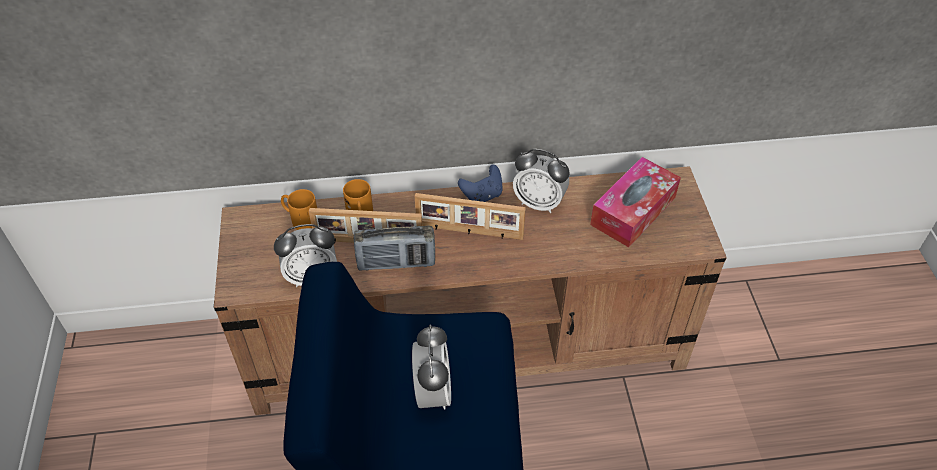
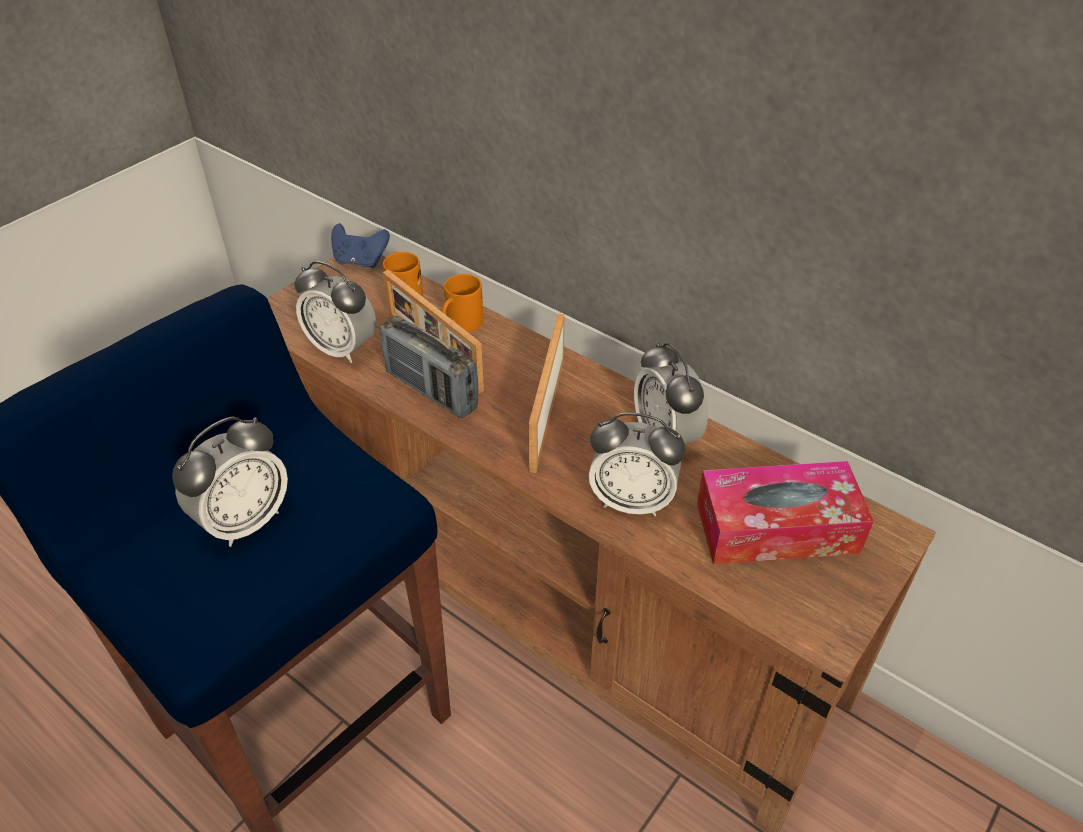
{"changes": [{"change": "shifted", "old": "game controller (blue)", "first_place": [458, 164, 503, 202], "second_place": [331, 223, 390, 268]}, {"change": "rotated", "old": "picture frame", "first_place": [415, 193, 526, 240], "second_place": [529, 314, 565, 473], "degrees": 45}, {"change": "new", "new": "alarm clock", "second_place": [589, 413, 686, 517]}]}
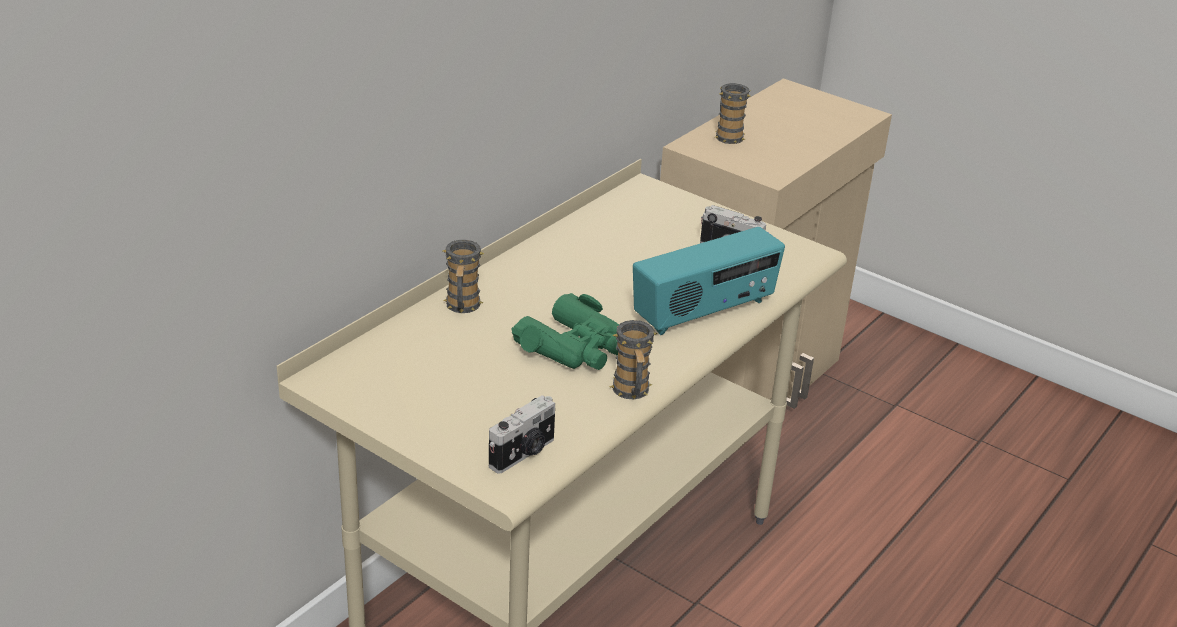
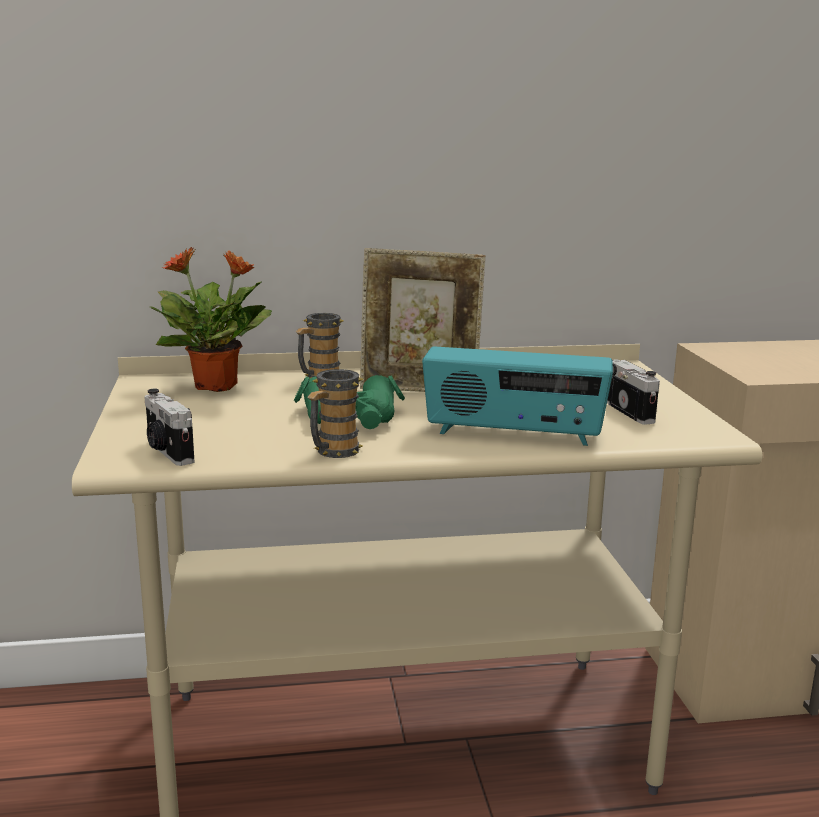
{"changes": [{"change": "gone", "old": "mug", "first_place": [715, 83, 751, 144]}, {"change": "rotated", "old": "photo camera", "first_place": [489, 395, 555, 474], "second_place": [144, 389, 194, 466], "degrees": 60}, {"change": "new", "new": "potted plant", "second_place": [149, 247, 272, 392]}, {"change": "new", "new": "picture frame", "second_place": [360, 248, 486, 392]}]}
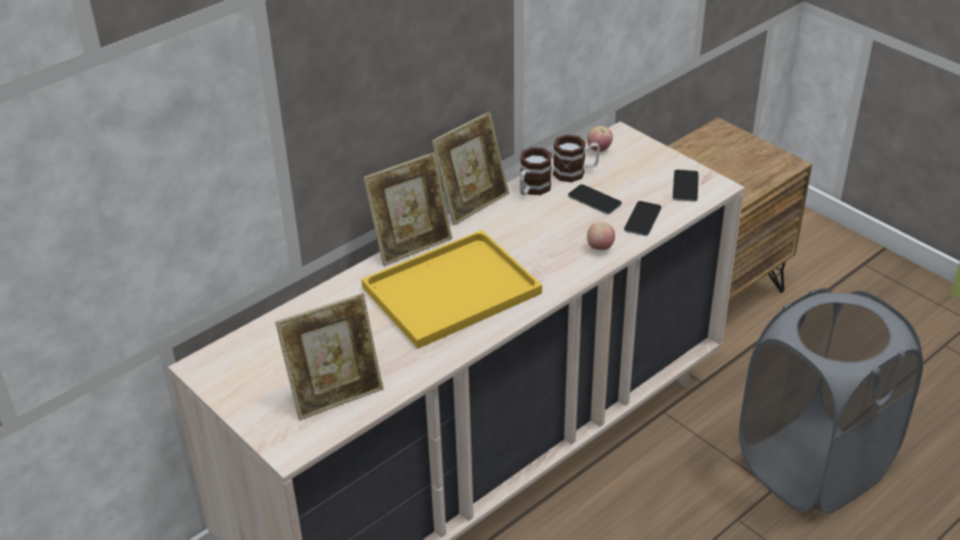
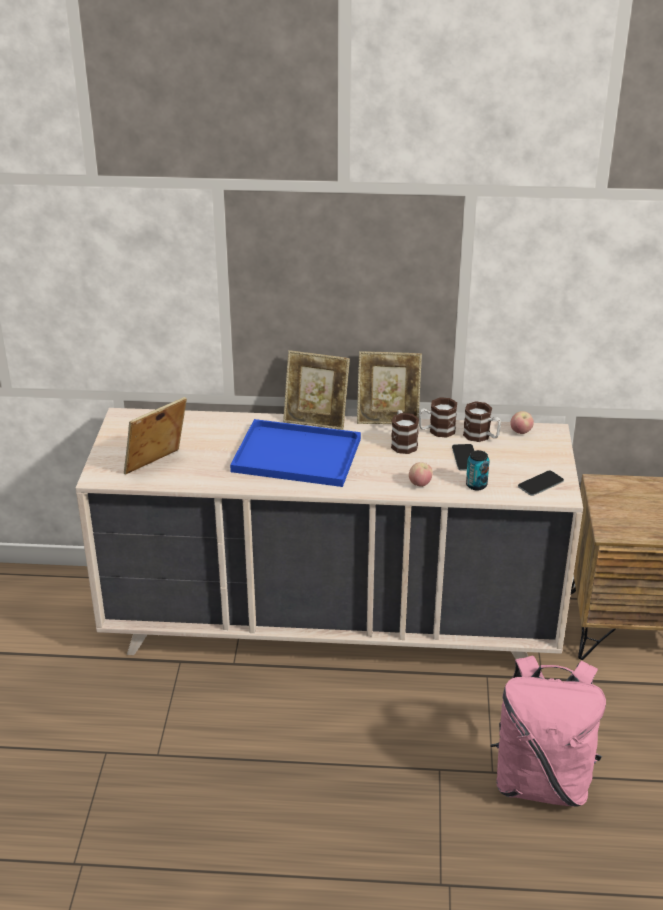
{"changes": [{"change": "swapped", "old": "phone", "new": "can", "first_place": [624, 201, 661, 236], "second_place": [466, 450, 490, 490]}, {"change": "repainted", "old": "tray (yellow)", "new": "tray (blue)", "first_place": [361, 230, 542, 349], "second_place": [230, 419, 361, 487]}, {"change": "swapped", "old": "laundry basket (grey)", "new": "backpack (pink)", "first_place": [739, 288, 923, 514], "second_place": [490, 655, 606, 807]}, {"change": "rotated", "old": "picture frame", "first_place": [275, 293, 384, 420], "second_place": [124, 397, 187, 475], "degrees": 120}, {"change": "new", "new": "mug", "second_place": [391, 410, 419, 454]}]}
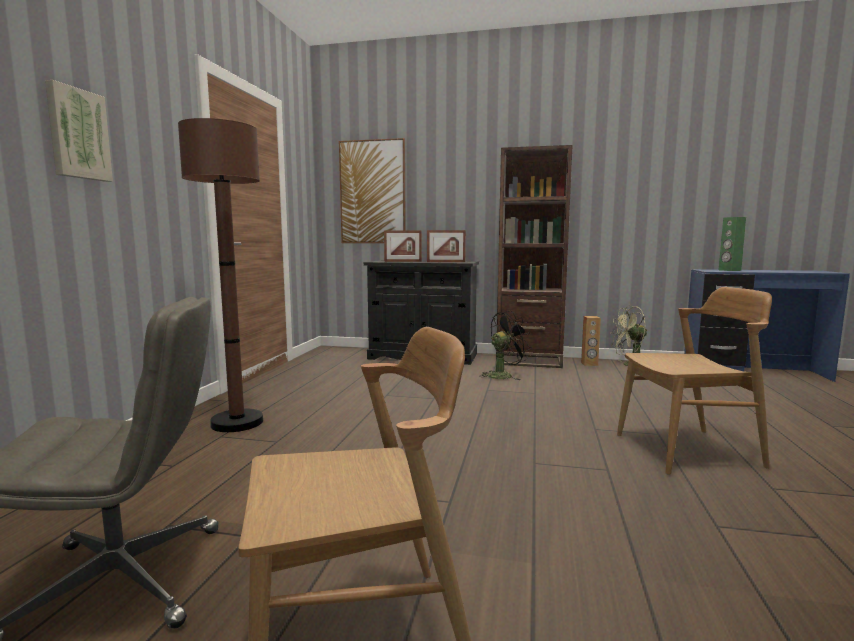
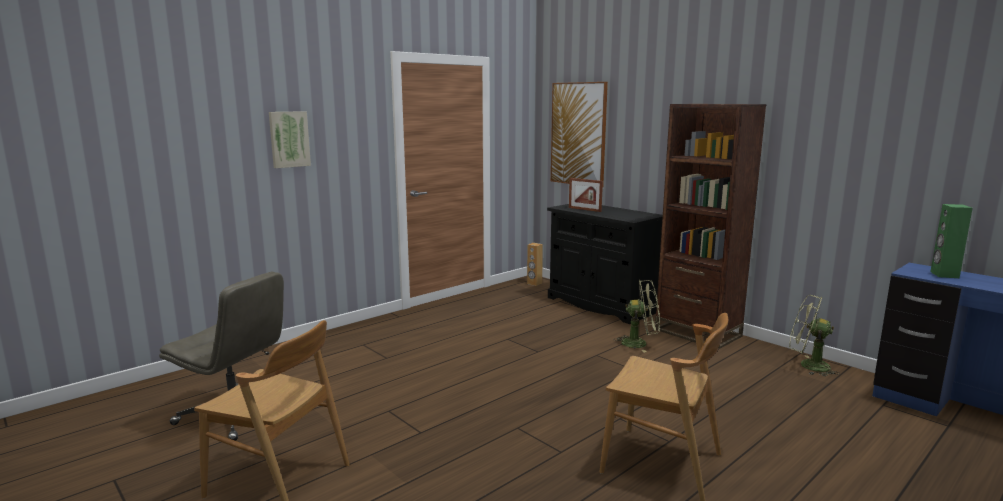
{"changes": [{"change": "gone", "old": "floor lamp (brown)", "first_place": [178, 118, 263, 432]}, {"change": "gone", "old": "picture frame", "first_place": [427, 230, 466, 262]}, {"change": "repainted", "old": "fan (black)", "new": "fan (green)", "first_place": [479, 311, 532, 380], "second_place": [614, 280, 660, 353]}, {"change": "shifted", "old": "speaker (brown)", "first_place": [581, 316, 601, 366], "second_place": [527, 243, 543, 286]}]}
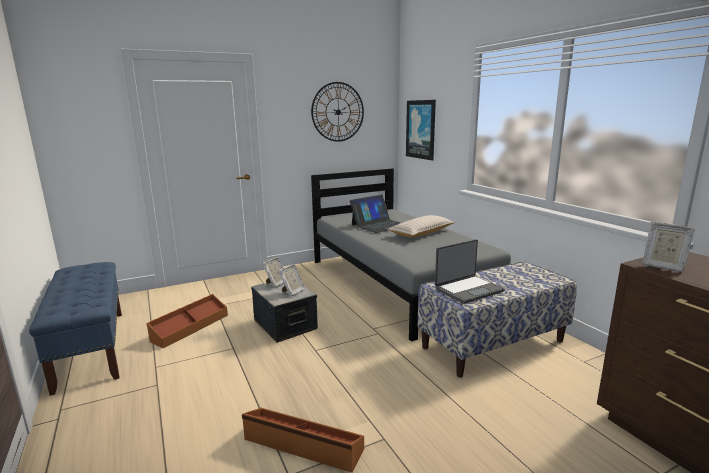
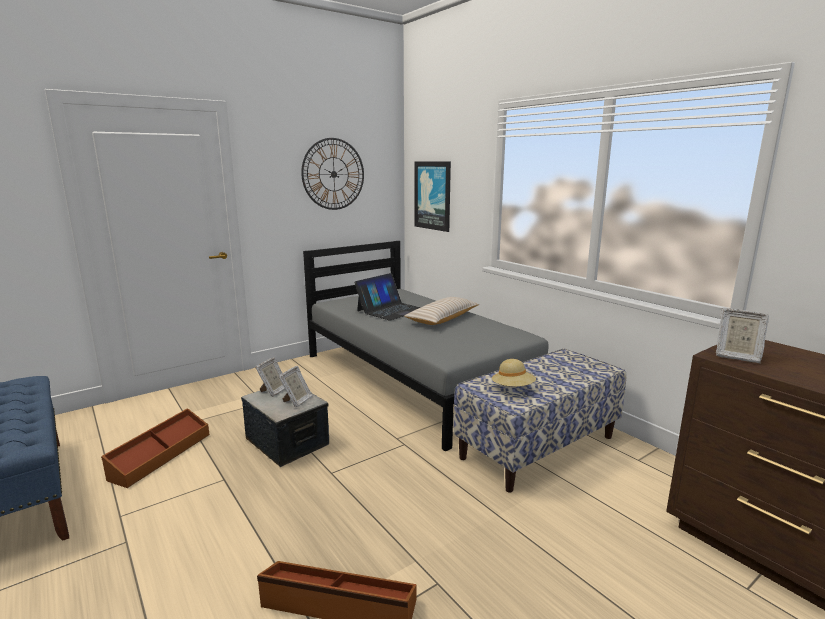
{"changes": [{"change": "swapped", "old": "laptop", "new": "hat (beige)", "first_place": [435, 239, 505, 304], "second_place": [492, 359, 536, 387]}]}
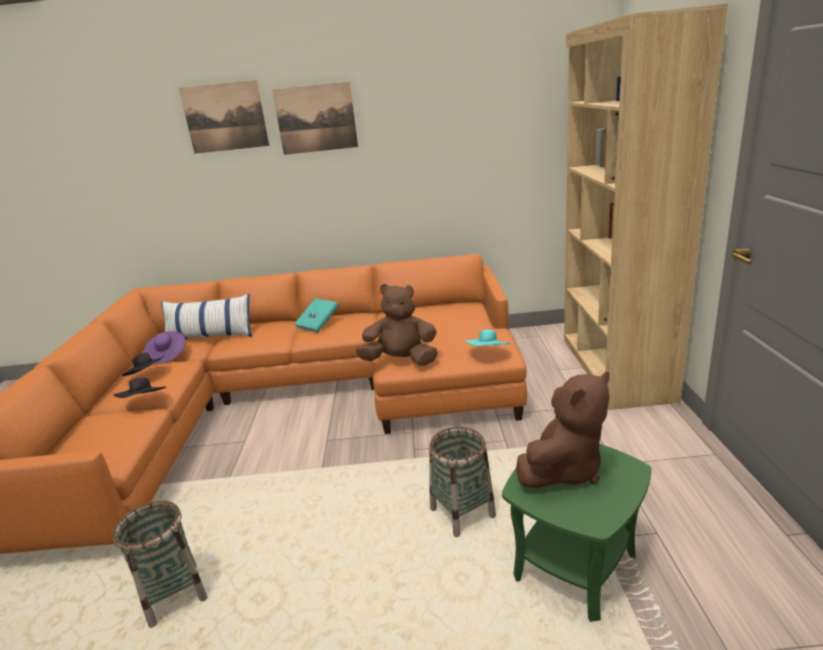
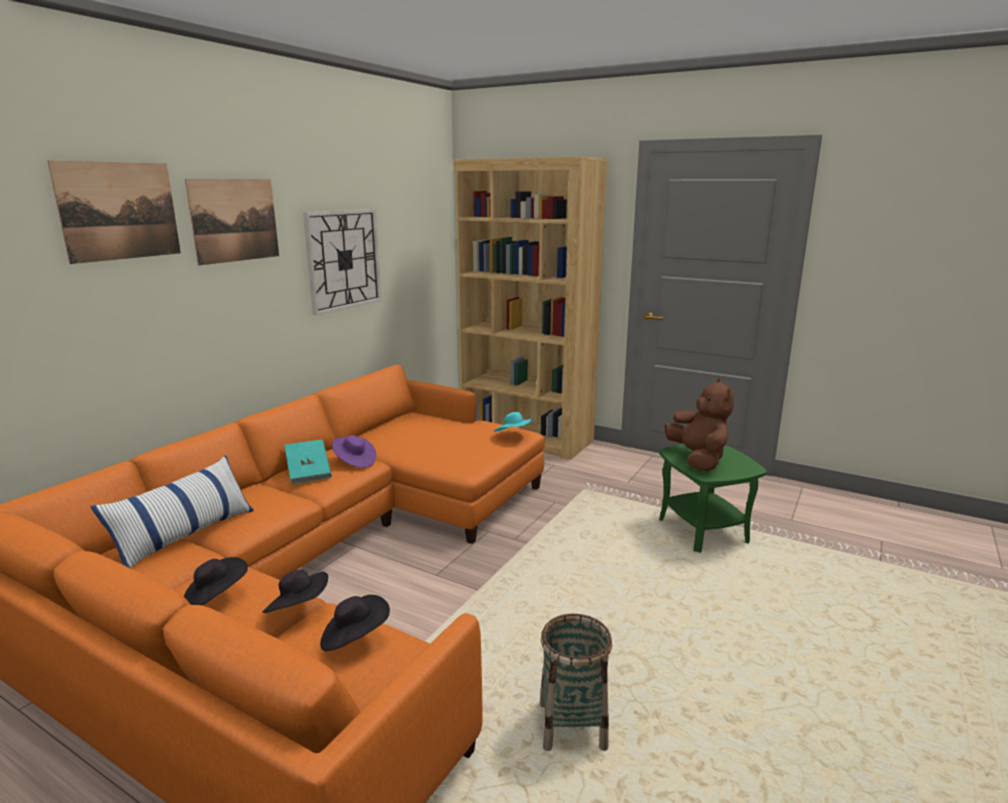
{"changes": [{"change": "gone", "old": "plush toy (brown)", "first_place": [356, 284, 438, 366]}, {"change": "shifted", "old": "hat (purple)", "first_place": [144, 331, 185, 364], "second_place": [332, 435, 376, 468]}, {"change": "gone", "old": "basket", "first_place": [430, 427, 496, 537]}, {"change": "new", "new": "wall clock", "second_place": [303, 209, 381, 315]}, {"change": "new", "new": "hat (black)", "second_place": [320, 595, 390, 651]}]}
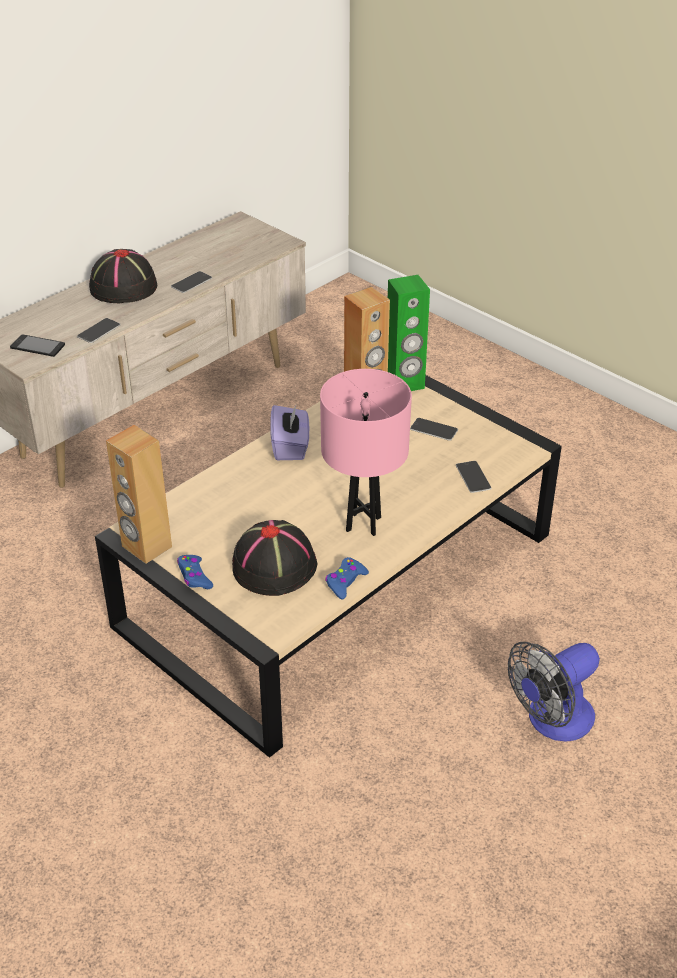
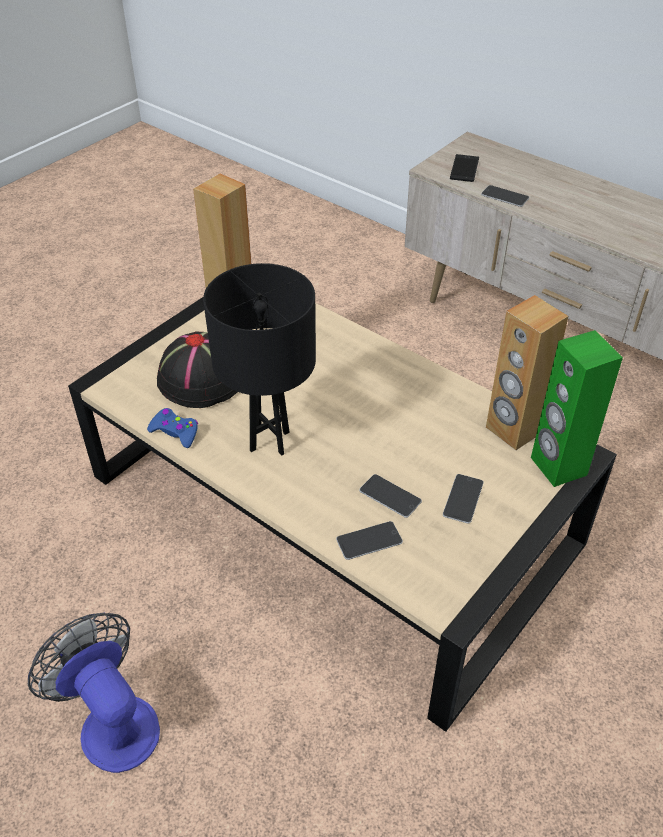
{"changes": [{"change": "gone", "old": "hat (black)", "first_place": [89, 249, 157, 303]}, {"change": "shifted", "old": "phone", "first_place": [171, 271, 212, 293], "second_place": [359, 474, 422, 518]}, {"change": "repainted", "old": "table lamp (pink)", "new": "table lamp (black)", "first_place": [320, 369, 412, 536], "second_place": [203, 263, 316, 455]}, {"change": "gone", "old": "tissue box (purple)", "first_place": [270, 405, 309, 460]}, {"change": "gone", "old": "game controller (blue)", "first_place": [177, 555, 213, 589]}]}
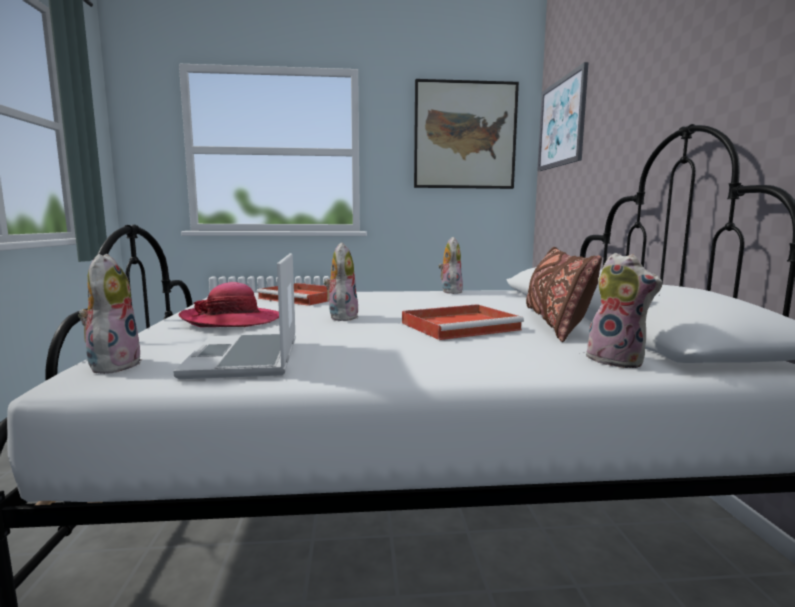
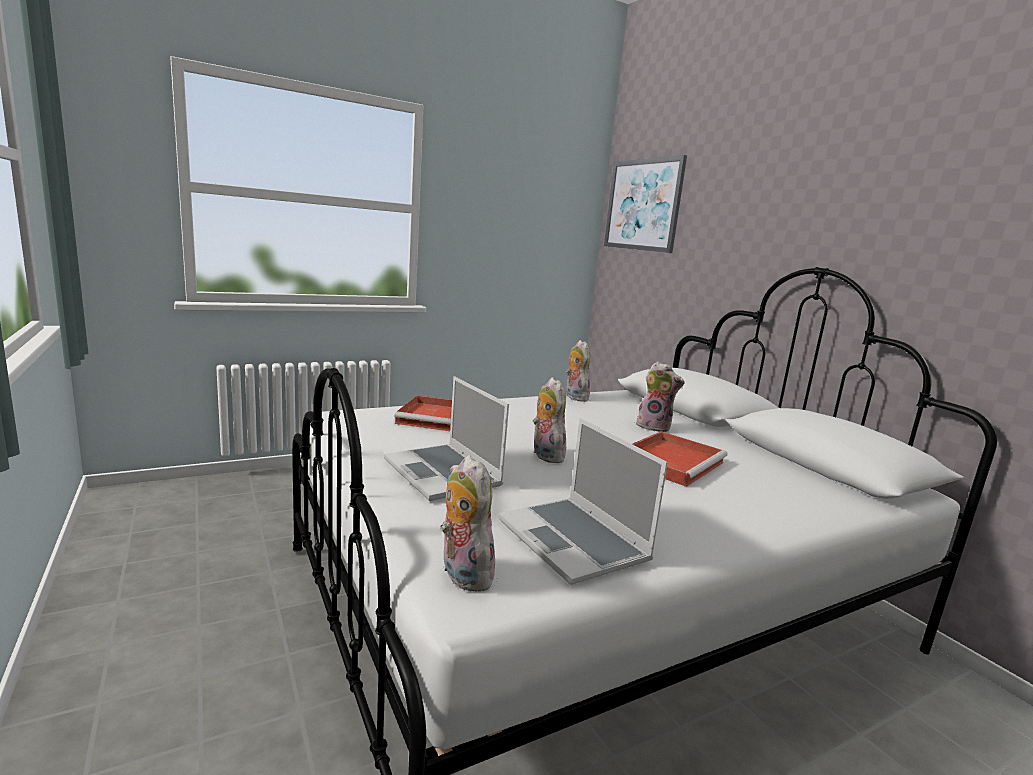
{"changes": [{"change": "gone", "old": "picture", "first_place": [414, 79, 519, 189]}, {"change": "gone", "old": "pillow (brown)", "first_place": [526, 247, 602, 342]}, {"change": "shifted", "old": "plush toy", "first_place": [583, 253, 662, 368], "second_place": [636, 362, 685, 432]}, {"change": "swapped", "old": "hat", "new": "laptop", "first_place": [179, 282, 279, 327], "second_place": [384, 376, 509, 501]}]}
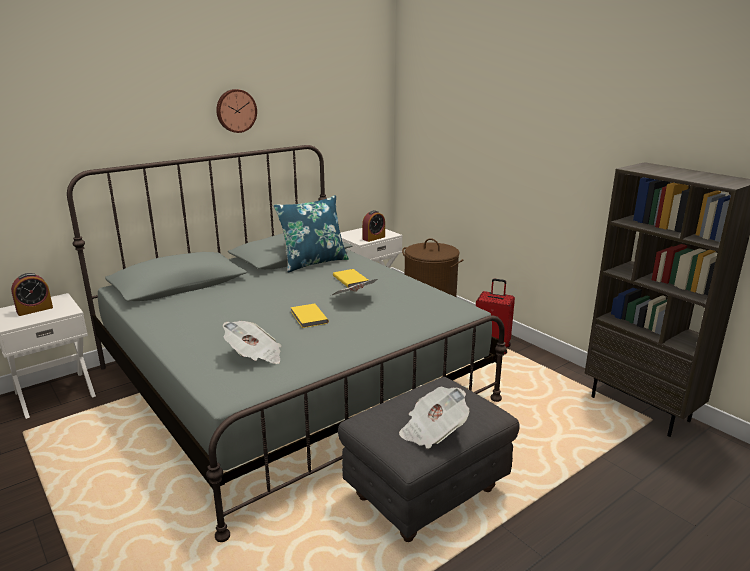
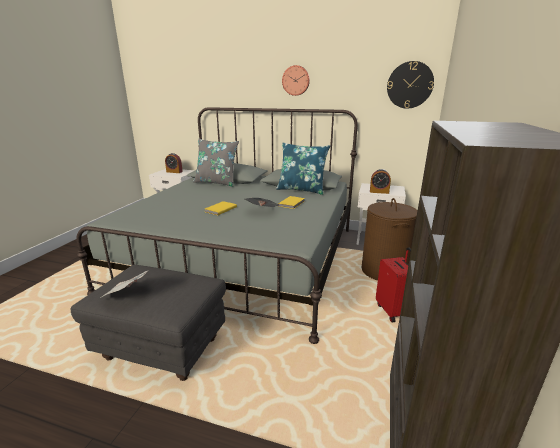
{"changes": [{"change": "gone", "old": "newspaper", "first_place": [223, 321, 281, 364]}, {"change": "new", "new": "wall clock", "second_place": [387, 61, 434, 108]}, {"change": "new", "new": "pillow (grey)", "second_place": [193, 139, 239, 187]}]}
